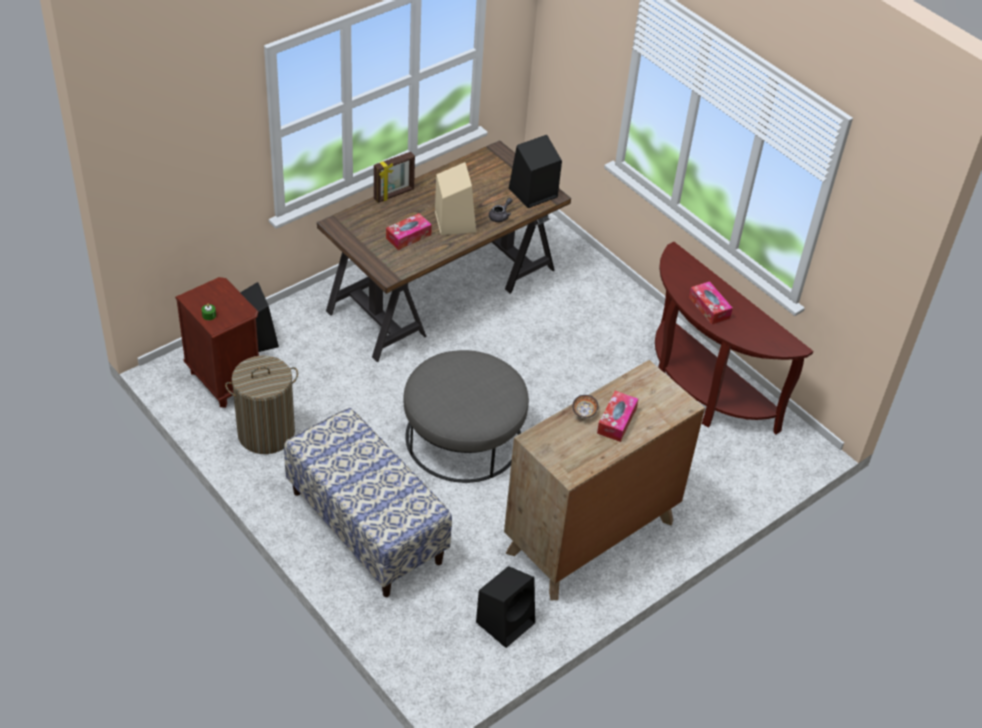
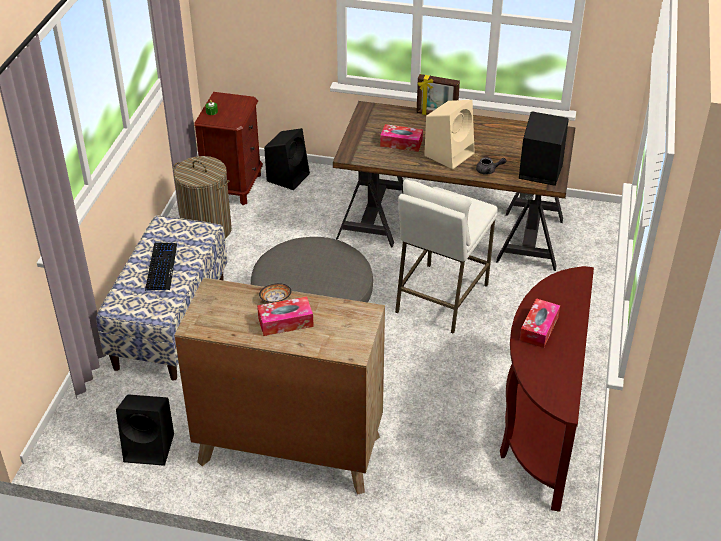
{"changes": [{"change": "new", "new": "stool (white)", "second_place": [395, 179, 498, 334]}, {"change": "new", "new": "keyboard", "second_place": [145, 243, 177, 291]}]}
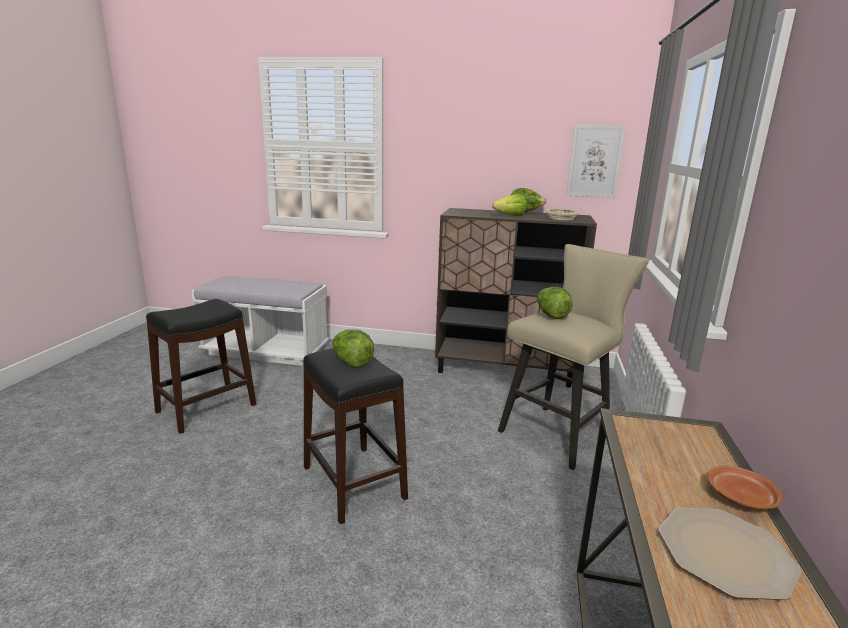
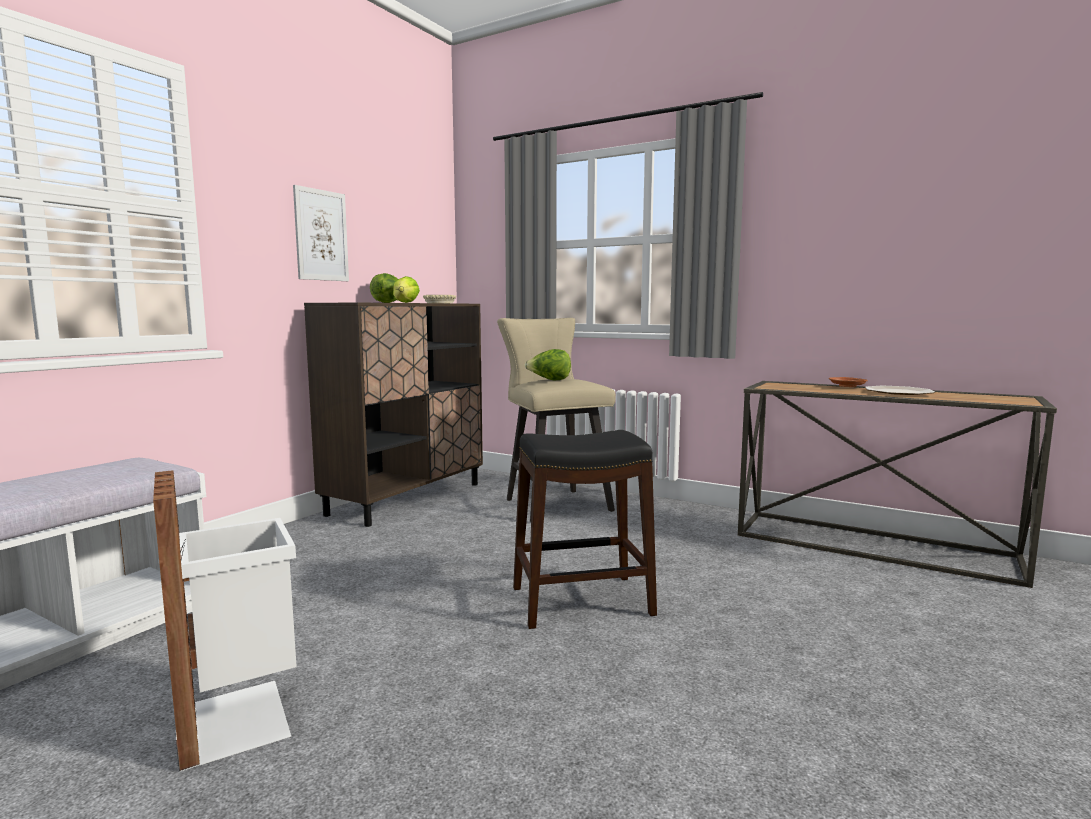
{"changes": [{"change": "shifted", "old": "picture", "first_place": [566, 124, 626, 198], "second_place": [293, 185, 349, 281]}, {"change": "swapped", "old": "stool (black)", "new": "trash can (white)", "first_place": [146, 299, 256, 434], "second_place": [153, 470, 297, 772]}, {"change": "gone", "old": "lettuce", "first_place": [332, 329, 374, 368]}]}
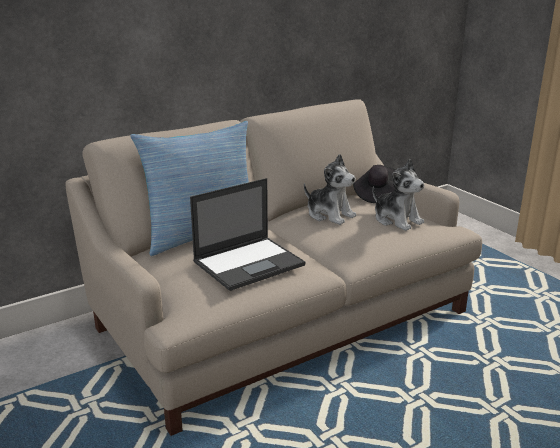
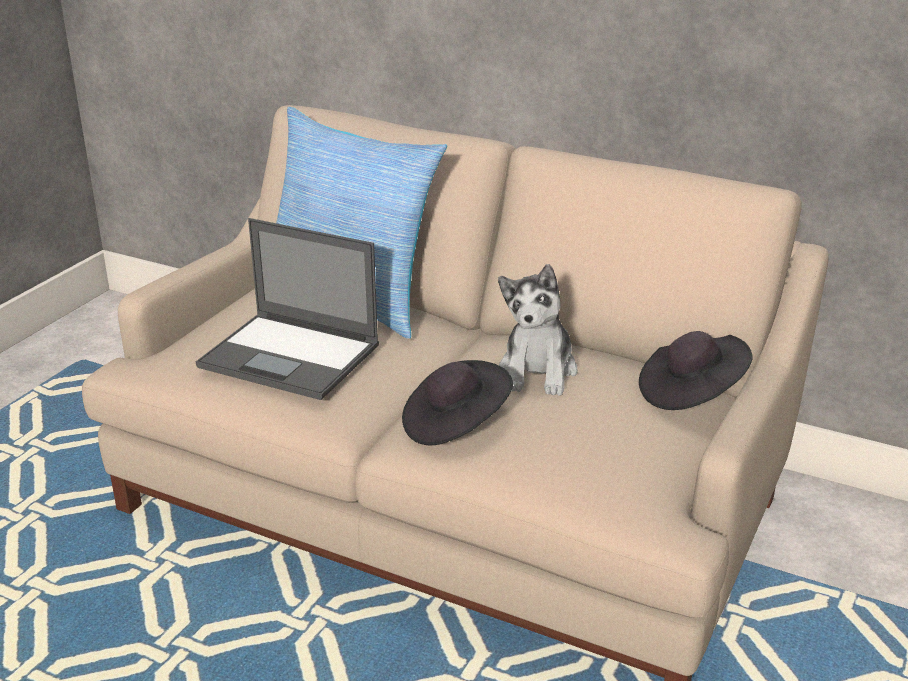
{"changes": [{"change": "gone", "old": "plush toy", "first_place": [372, 159, 425, 231]}, {"change": "new", "new": "hat (black)", "second_place": [402, 360, 513, 445]}]}
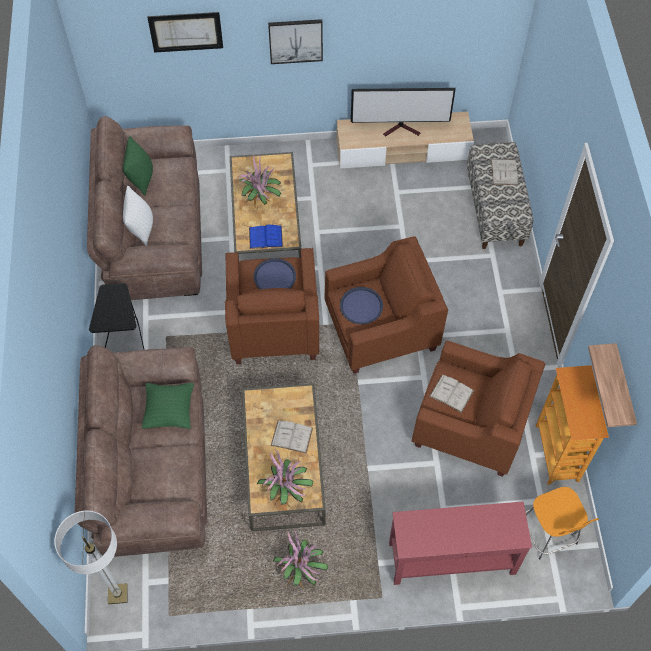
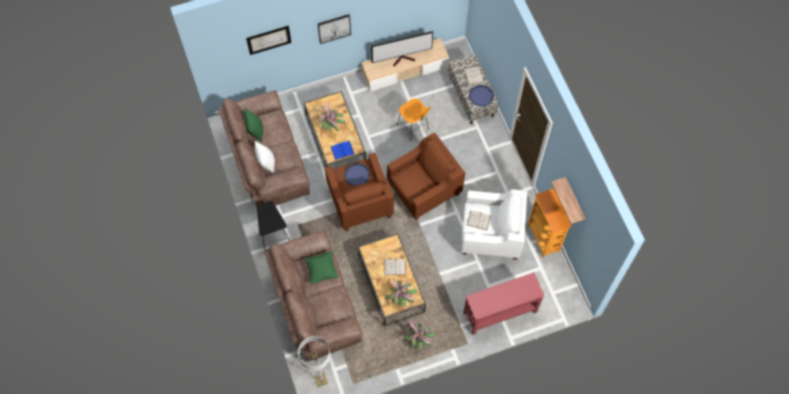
{"changes": [{"change": "shifted", "old": "tray (blue)", "first_place": [340, 287, 383, 324], "second_place": [469, 85, 494, 107]}, {"change": "repainted", "old": "armchair (brown)", "new": "armchair (white)", "first_place": [412, 341, 545, 477], "second_place": [461, 189, 527, 260]}, {"change": "shifted", "old": "stool (orange)", "first_place": [526, 487, 599, 560], "second_place": [397, 98, 431, 141]}]}
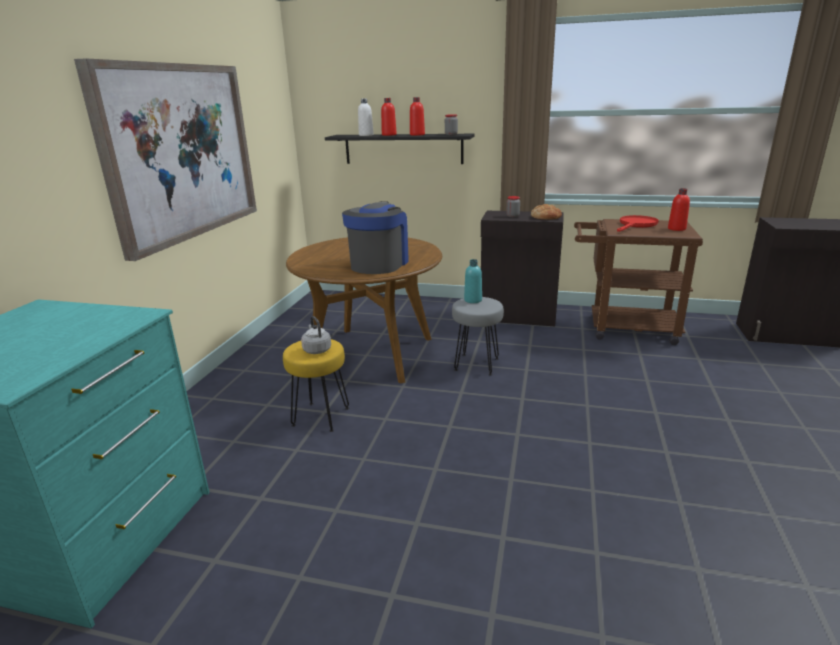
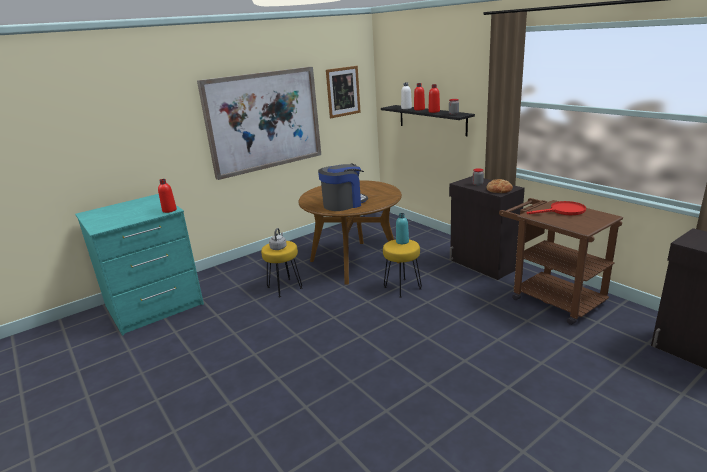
{"changes": [{"change": "shifted", "old": "bottle (red)", "first_place": [668, 188, 690, 231], "second_place": [158, 179, 177, 213]}, {"change": "repainted", "old": "stool (grey)", "new": "stool (yellow)", "first_place": [452, 297, 504, 375], "second_place": [383, 240, 422, 298]}, {"change": "new", "new": "picture", "second_place": [326, 66, 361, 118]}]}
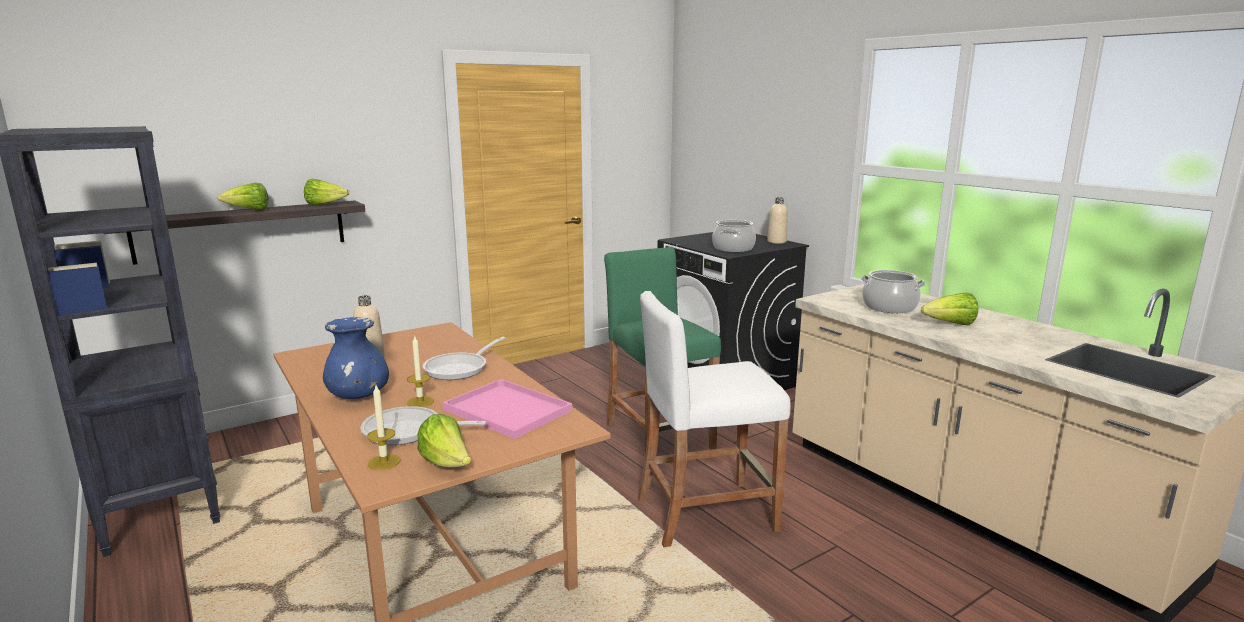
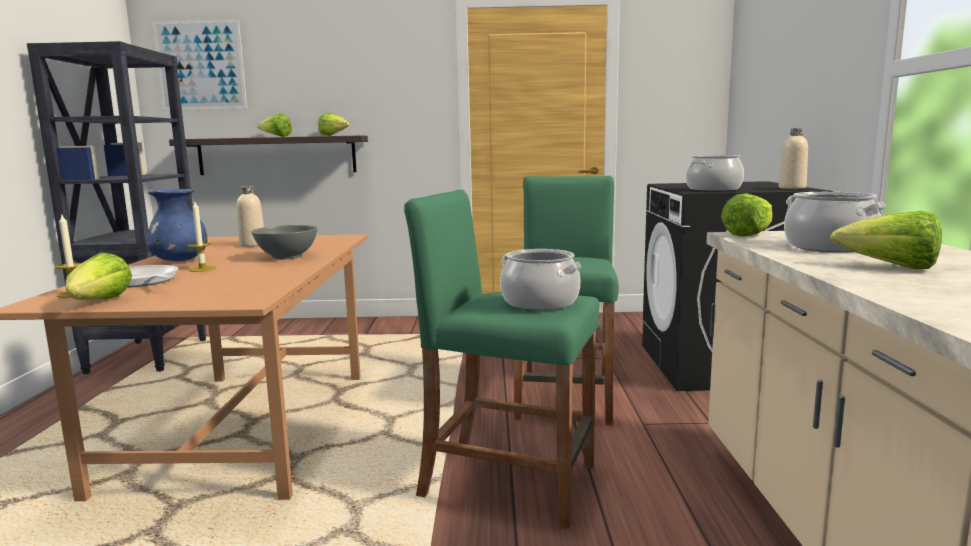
{"changes": [{"change": "repainted", "old": "stool (white)", "new": "stool (green)", "first_place": [637, 291, 791, 547], "second_place": [404, 190, 599, 529]}, {"change": "swapped", "old": "frying pan", "new": "bowl (grey)", "first_place": [423, 337, 505, 380], "second_place": [252, 225, 318, 259]}, {"change": "gone", "old": "tray (pink)", "first_place": [442, 379, 572, 439]}, {"change": "new", "new": "picture", "second_place": [152, 20, 247, 110]}, {"change": "new", "new": "lettuce", "second_place": [721, 193, 773, 236]}, {"change": "new", "new": "cooking pot", "second_place": [500, 249, 581, 310]}]}
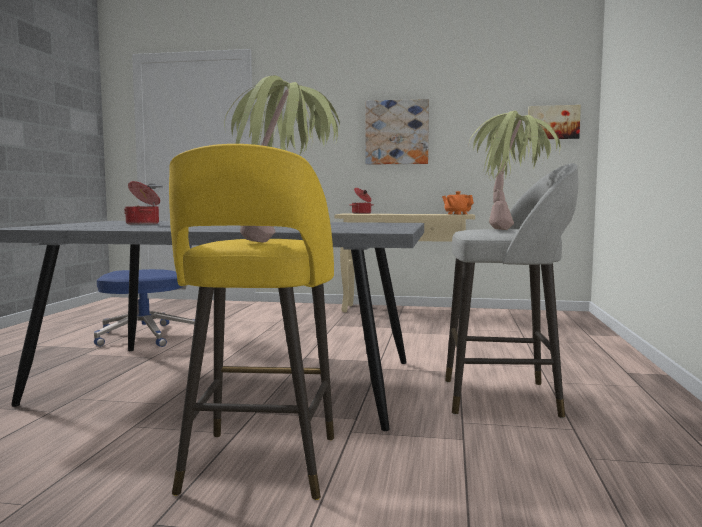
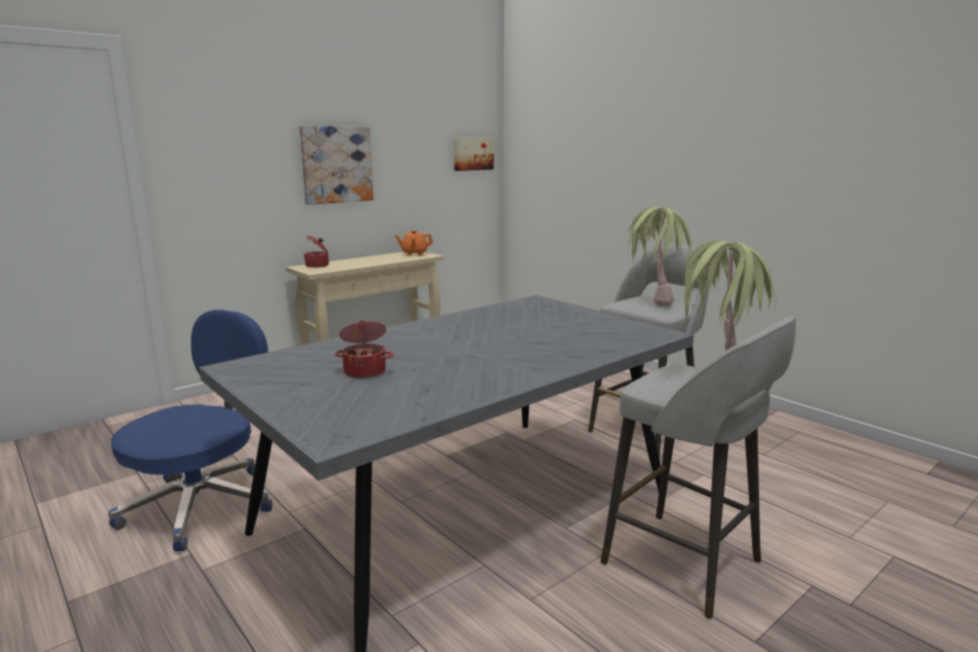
{"changes": [{"change": "repainted", "old": "stool (yellow)", "new": "stool (grey)", "first_place": [169, 144, 334, 500], "second_place": [601, 316, 796, 619]}]}
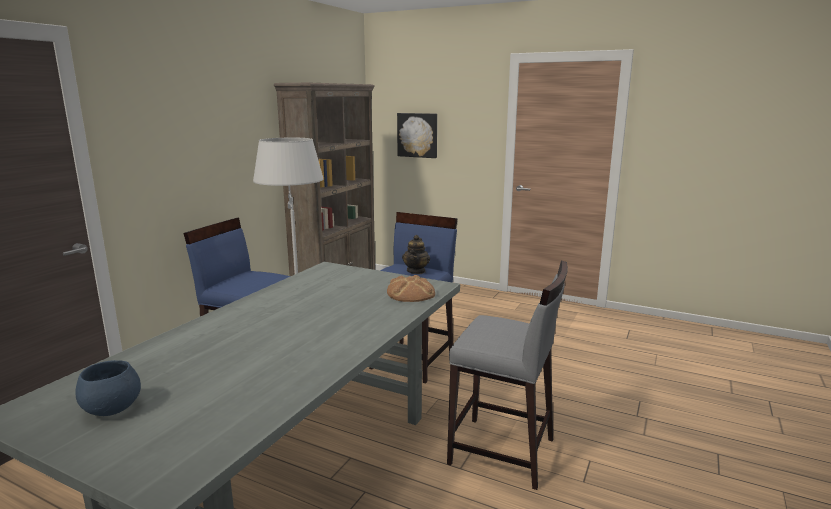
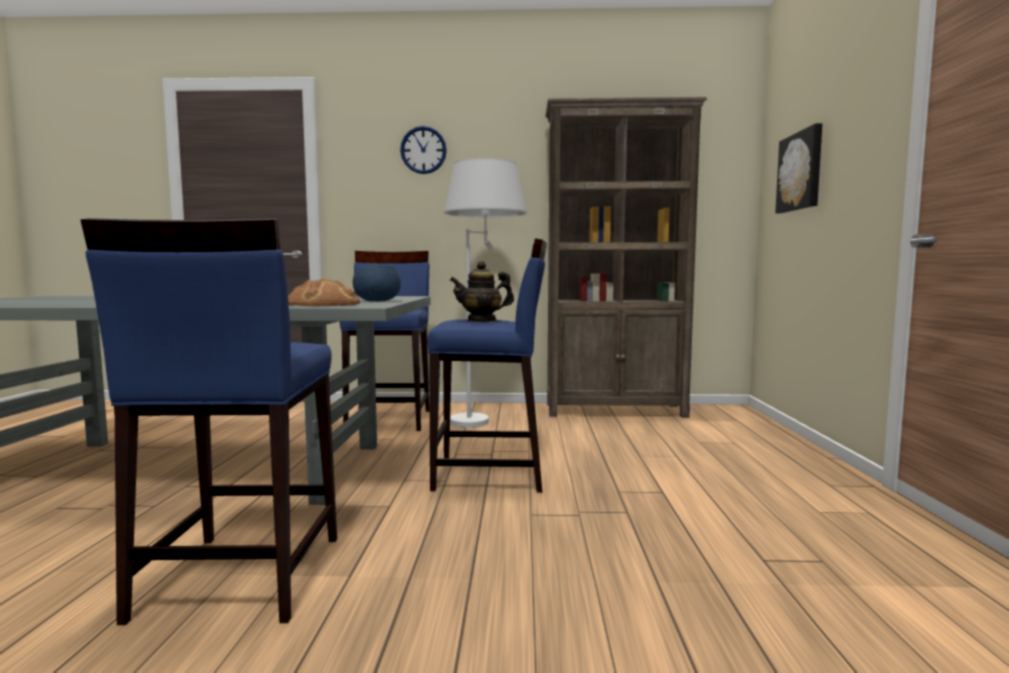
{"changes": [{"change": "repainted", "old": "stool (grey)", "new": "stool (blue)", "first_place": [447, 261, 568, 490], "second_place": [81, 218, 337, 625]}, {"change": "shifted", "old": "bowl (blue)", "first_place": [76, 360, 141, 416], "second_place": [353, 265, 401, 302]}, {"change": "new", "new": "wall clock", "second_place": [400, 126, 447, 174]}]}
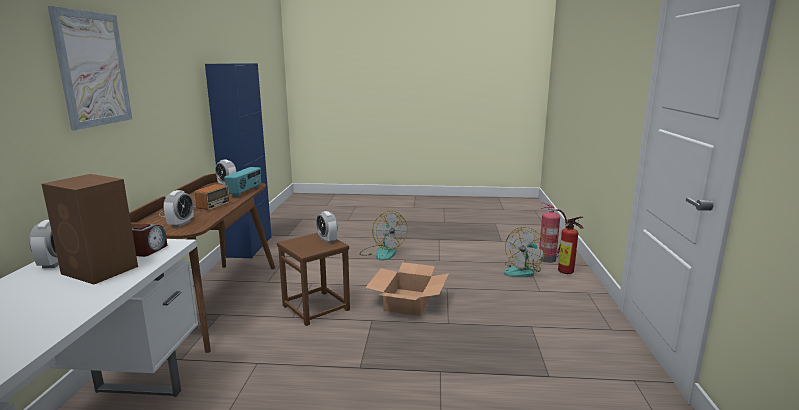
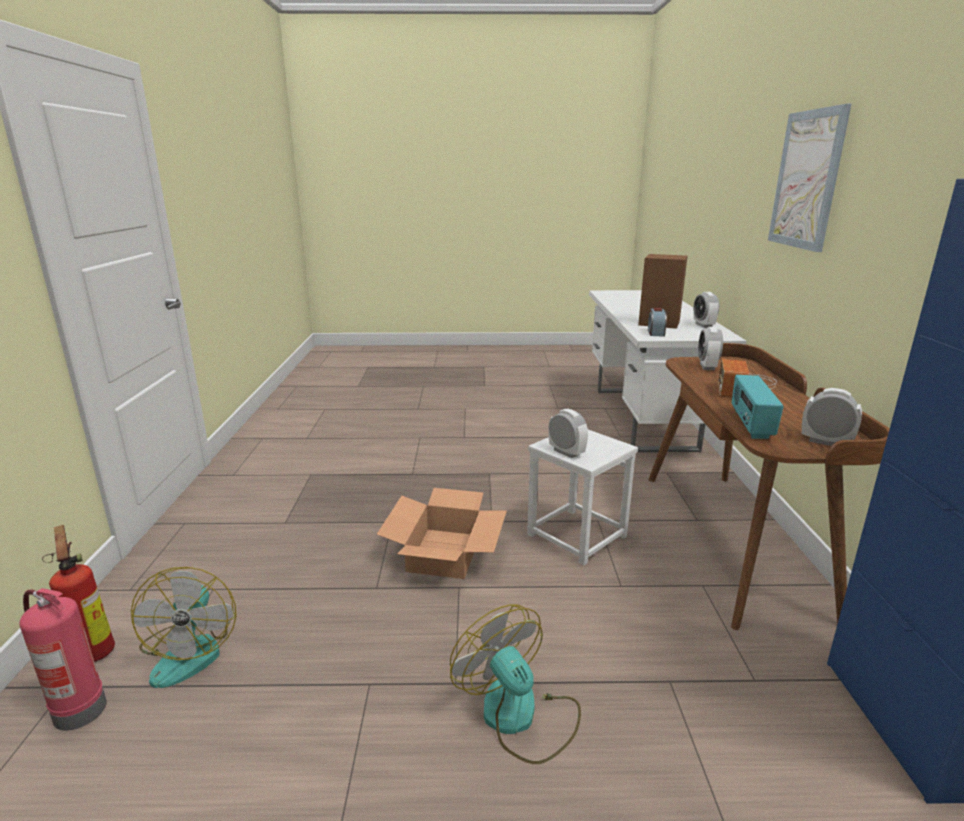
{"changes": [{"change": "rotated", "old": "fan", "first_place": [504, 227, 545, 277], "second_place": [131, 567, 236, 688], "degrees": 135}, {"change": "repainted", "old": "stool (brown)", "new": "stool (white)", "first_place": [277, 233, 350, 326], "second_place": [527, 430, 638, 565]}]}
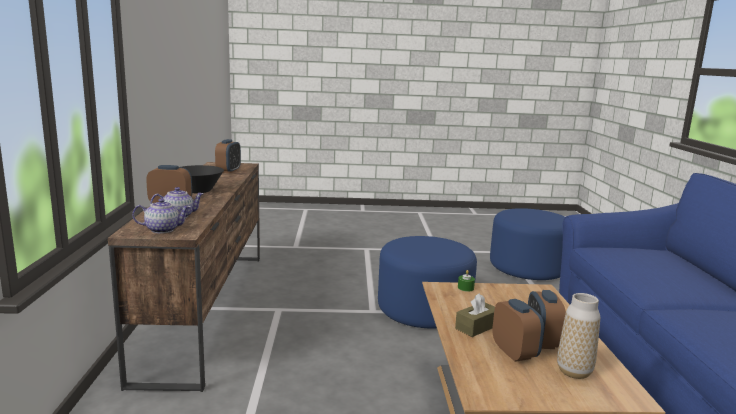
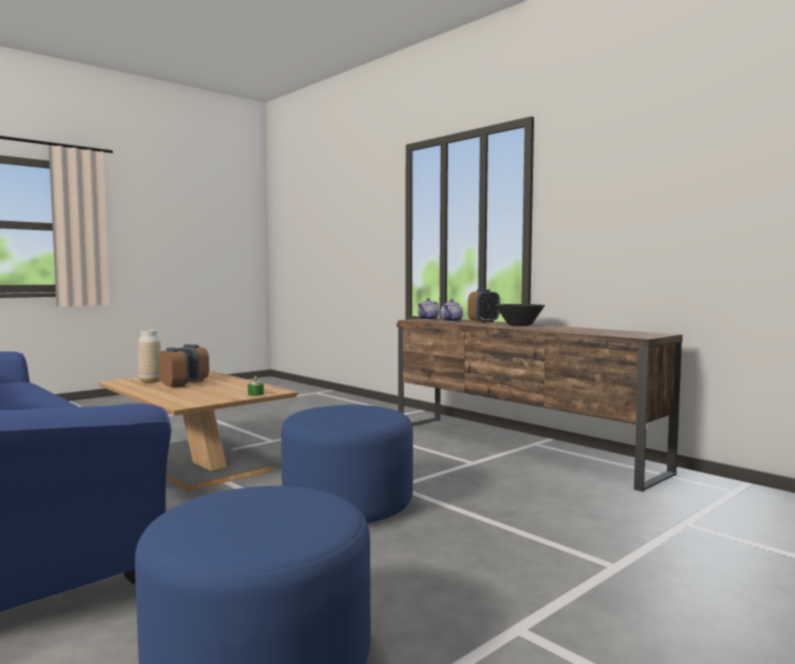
{"changes": [{"change": "gone", "old": "alarm clock", "first_place": [215, 139, 241, 173]}, {"change": "gone", "old": "tissue box (brown)", "first_place": [455, 293, 495, 337]}]}
